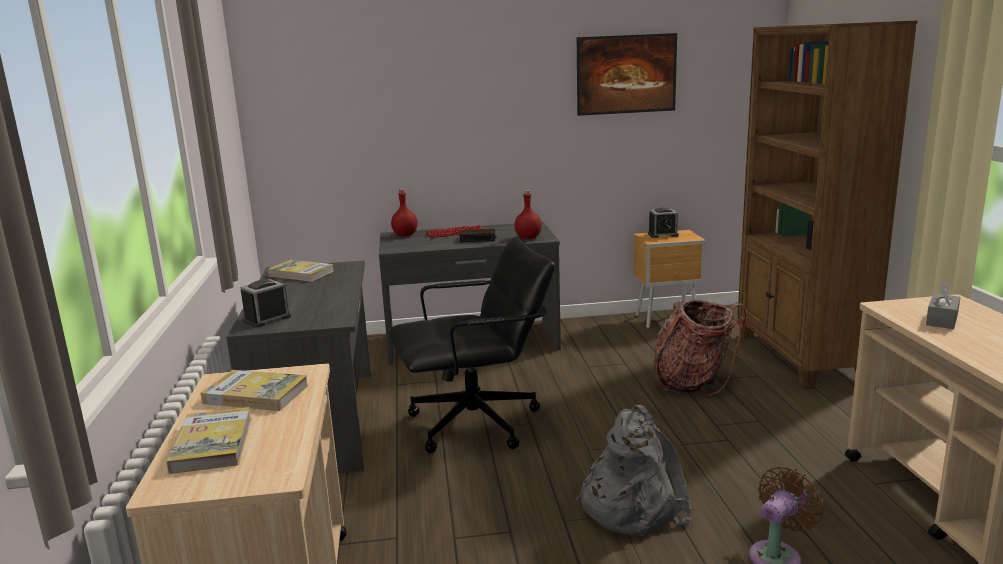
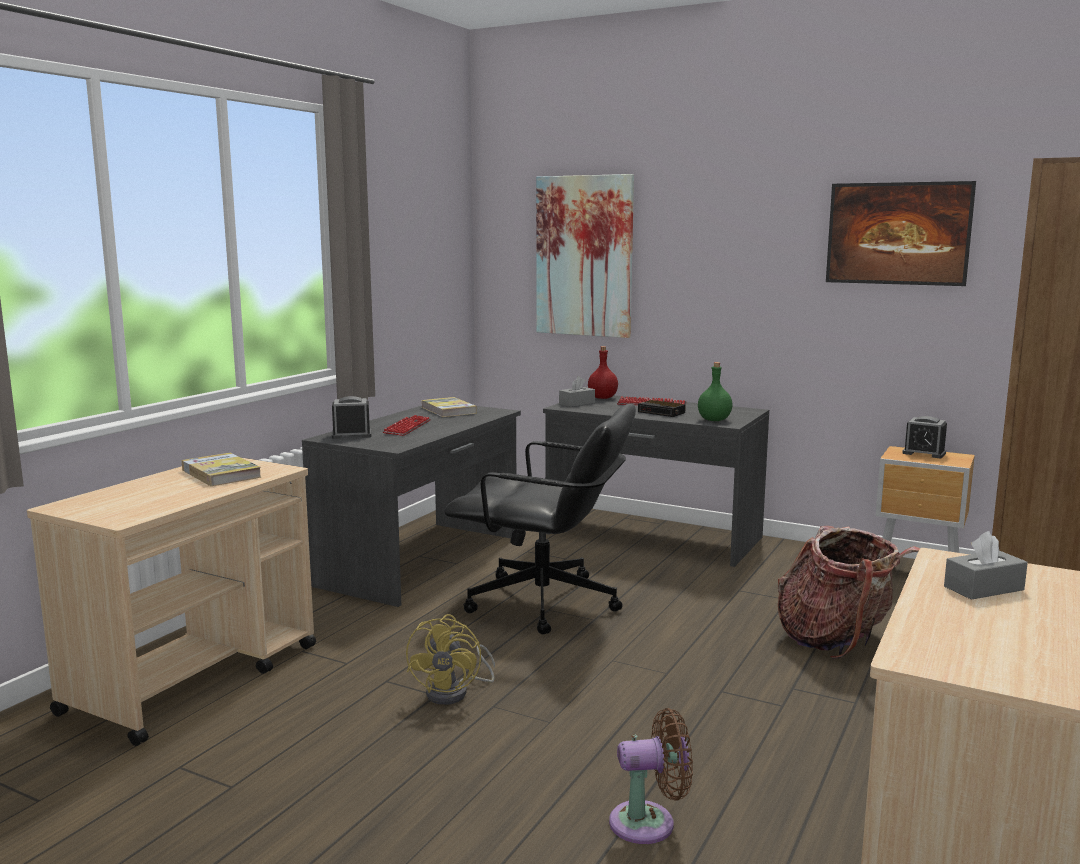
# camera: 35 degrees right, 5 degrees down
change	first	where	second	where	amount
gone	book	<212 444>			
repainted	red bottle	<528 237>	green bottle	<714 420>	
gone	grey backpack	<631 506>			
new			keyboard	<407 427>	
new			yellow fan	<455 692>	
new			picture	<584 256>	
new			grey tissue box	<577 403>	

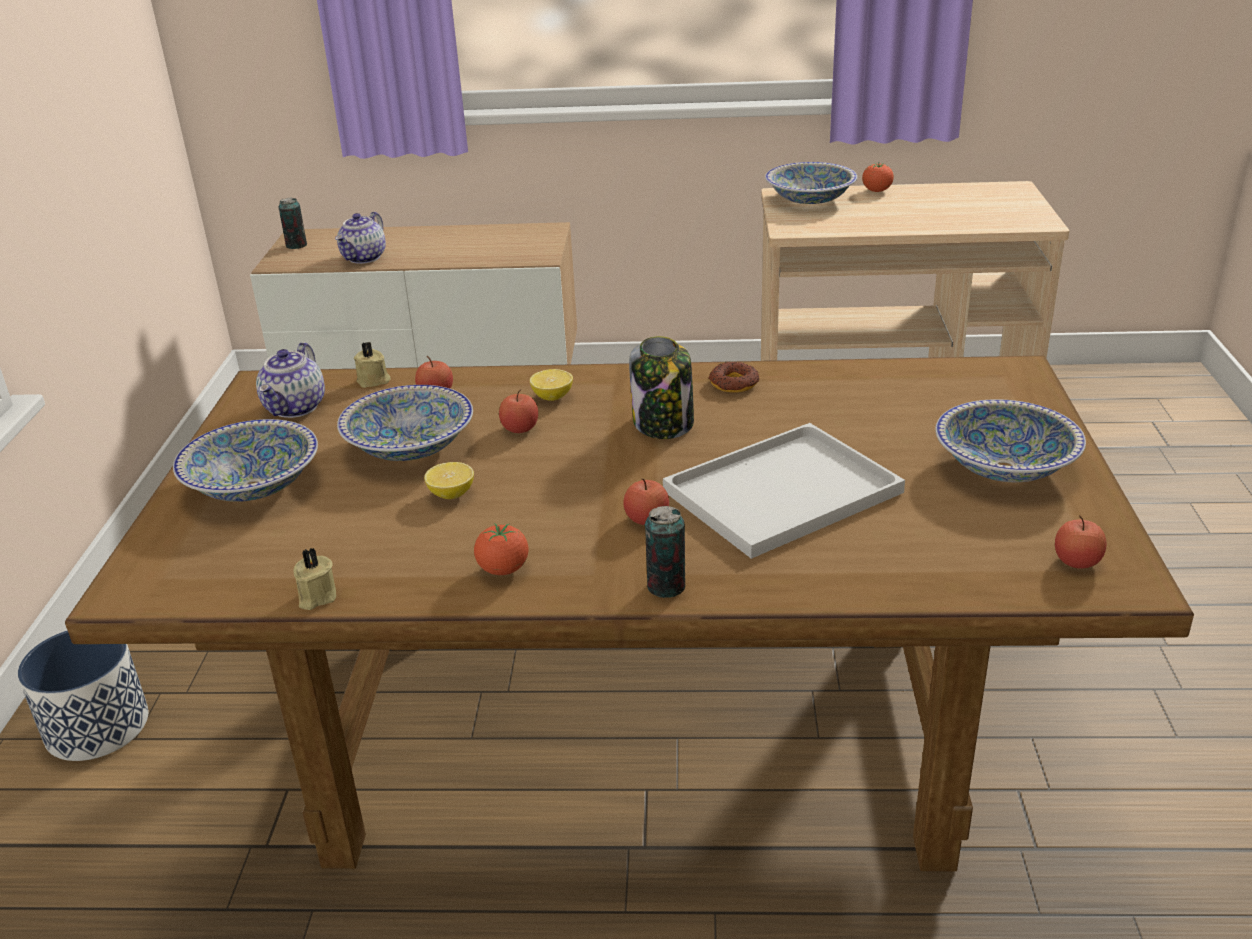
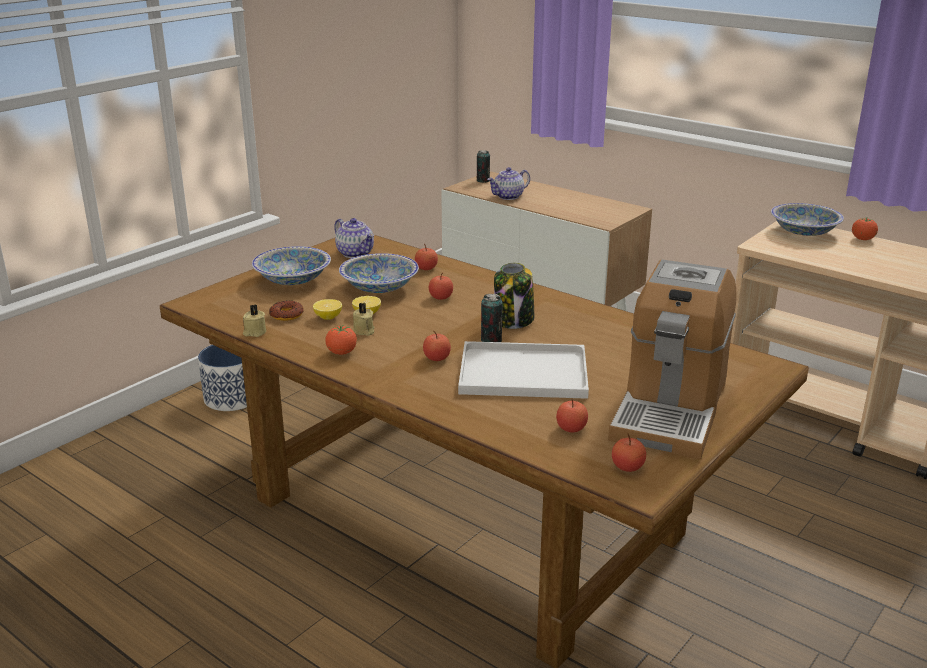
# camera: 35 degrees right, 5 degrees down
change	first	where	second	where	amount
rotated	teapot	<296 408>		<356 253>	90 degrees counterclockwise
shifted	beige candle	<374 381>		<364 331>	
shifted	lemon	<552 397>		<328 317>	
shifted	can	<666 587>		<491 340>	
shifted	donut	<733 383>		<286 315>	
swapped	bowl	<1005 466>	coffee machine	<670 409>	
new			apple	<571 428>	

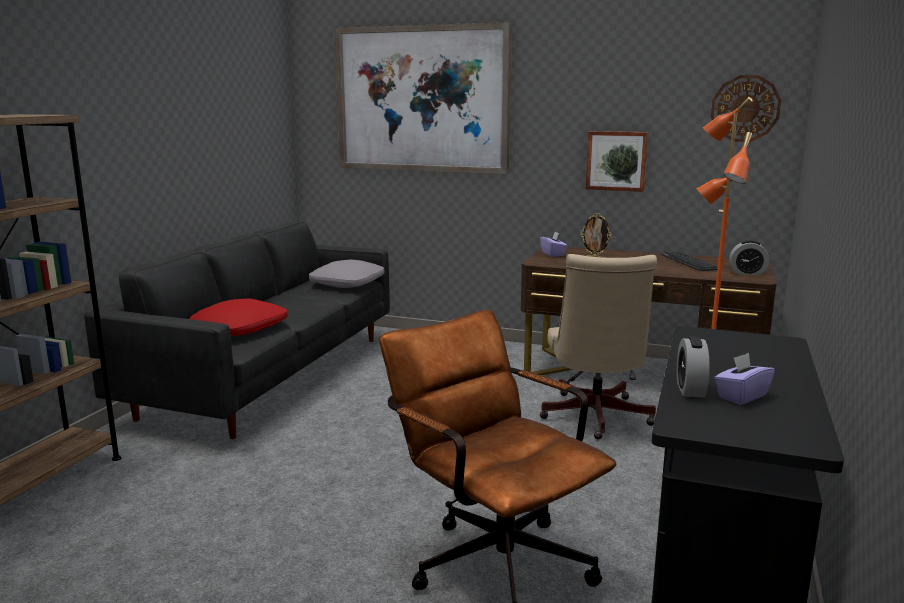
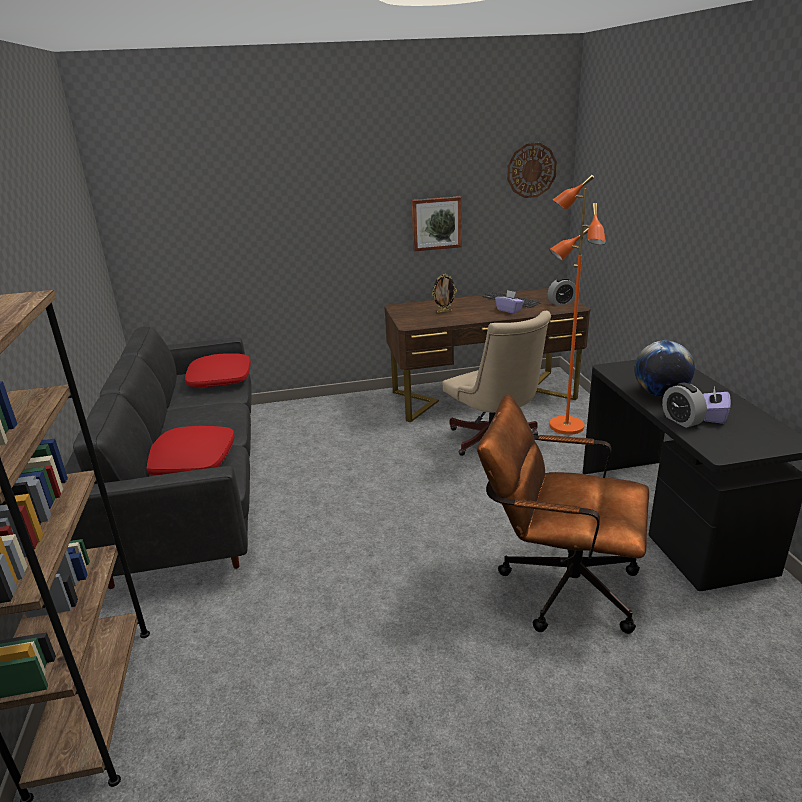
# camera: 30 degrees left, 10 degrees up
change	first	where	second	where	amount
repainted	grey pillow	<347 283>	red pillow	<219 379>	
gone	picture	<422 99>			
shifted	purple tissue box	<553 254>		<509 310>	
new			globe	<660 393>	

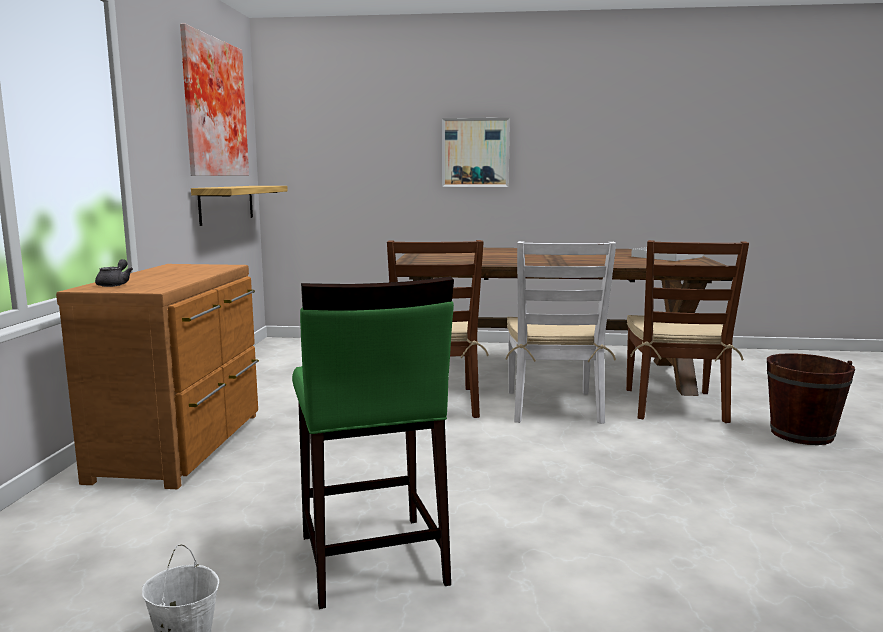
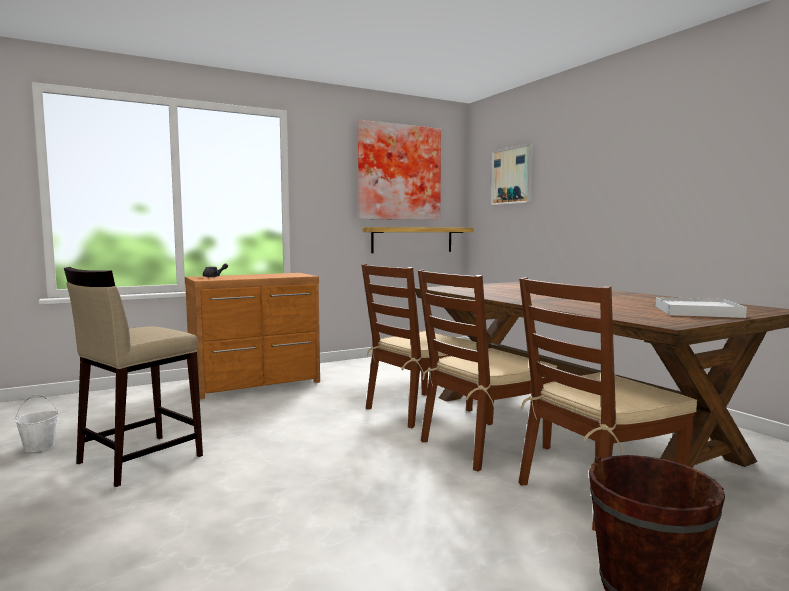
# camera: 55 degrees right, 5 degrees down
change	first	where	second	where	amount
repainted	green stool	<371 560>	beige stool	<138 459>	
shifted	picture	<475 152>		<512 176>	
repainted	white chair	<553 407>	brown chair	<483 445>	

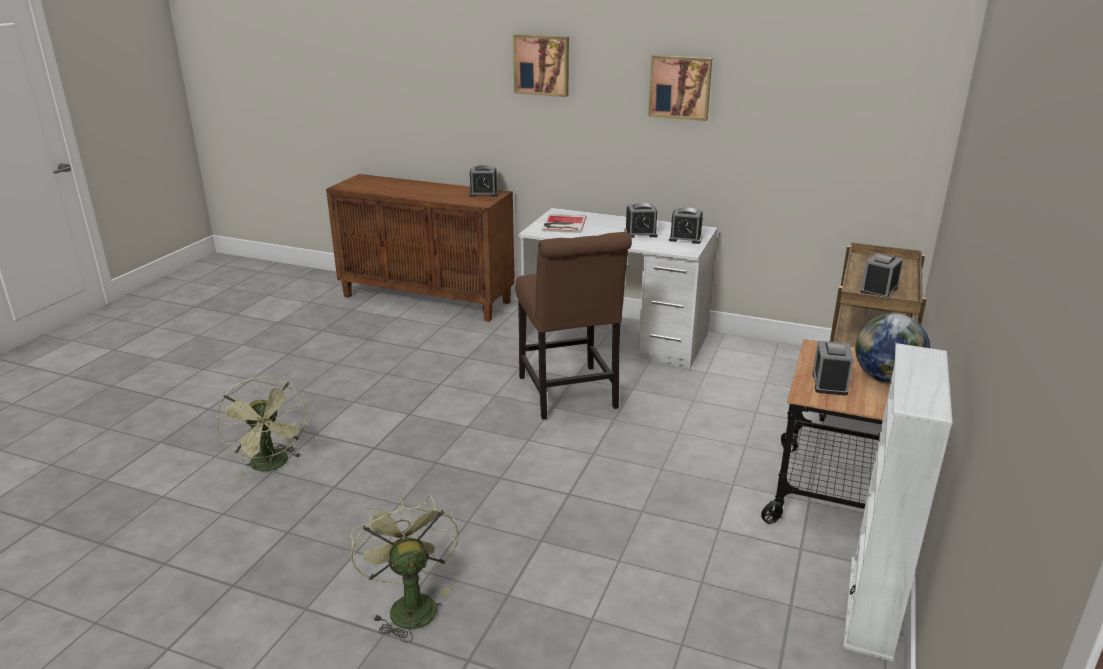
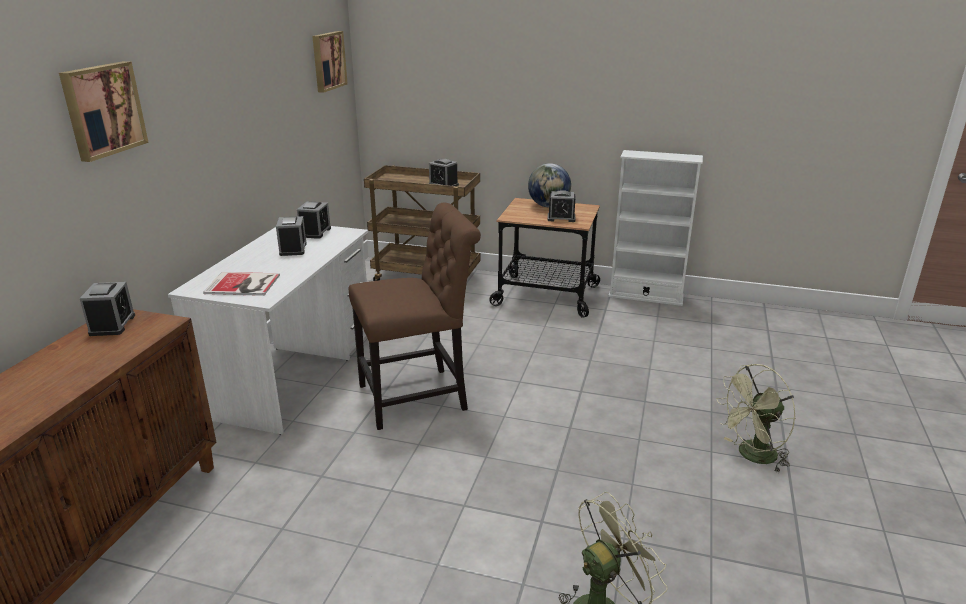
# camera: 95 degrees left, 0 degrees up
change	first	where	second	where	amount
shifted	picture	<680 87>		<327 61>	

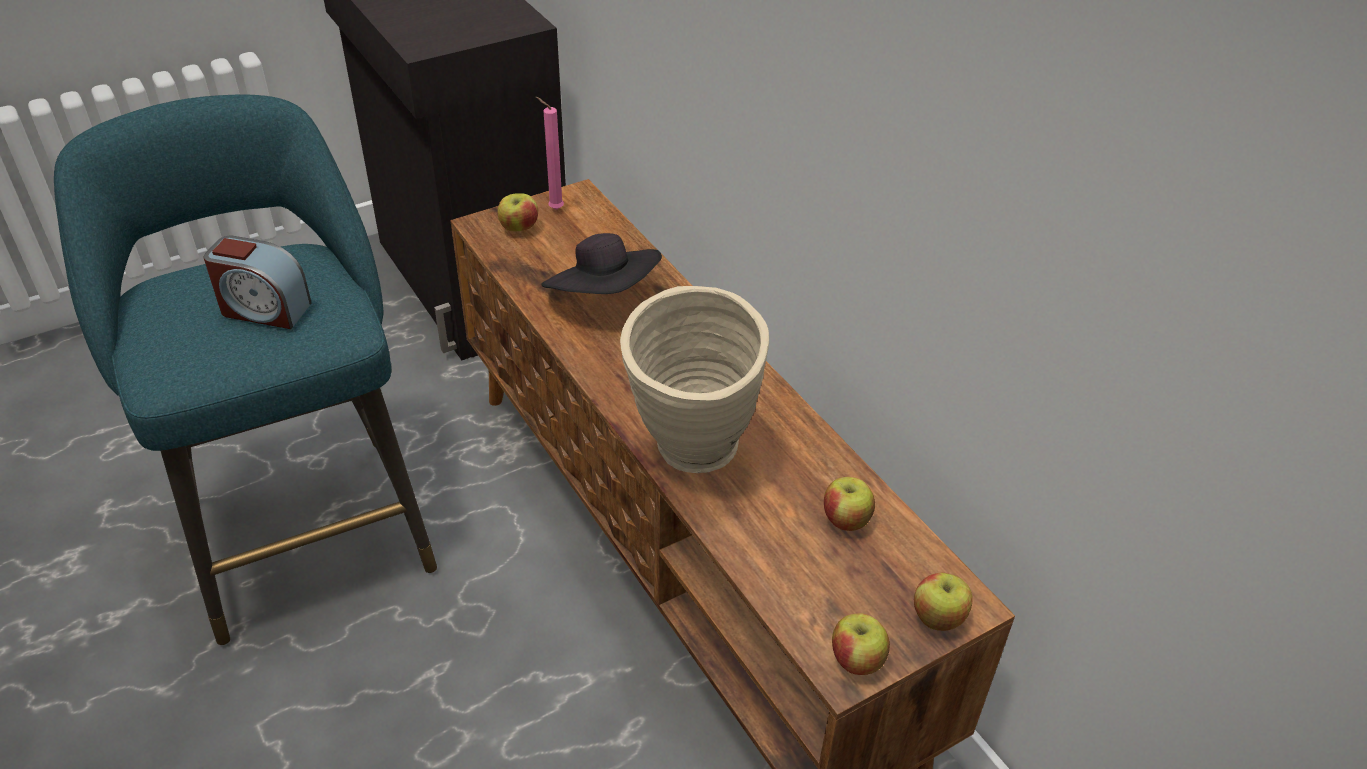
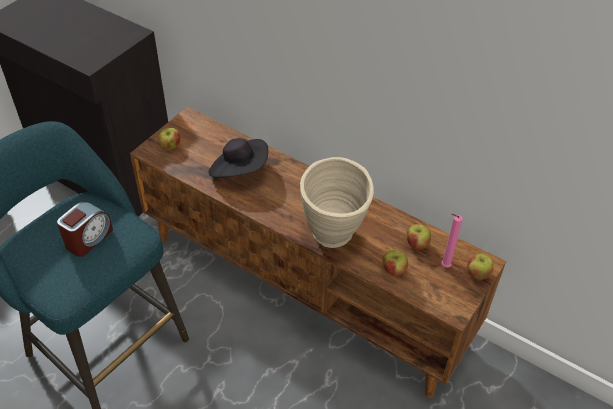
# camera: 25 degrees left, 5 degrees up
change	first	where	second	where	amount
rotated	alarm clock	<264 309>		<88 239>	45 degrees counterclockwise
shifted	pink candle	<553 209>		<444 266>	
shifted	apple	<856 661>		<393 270>	

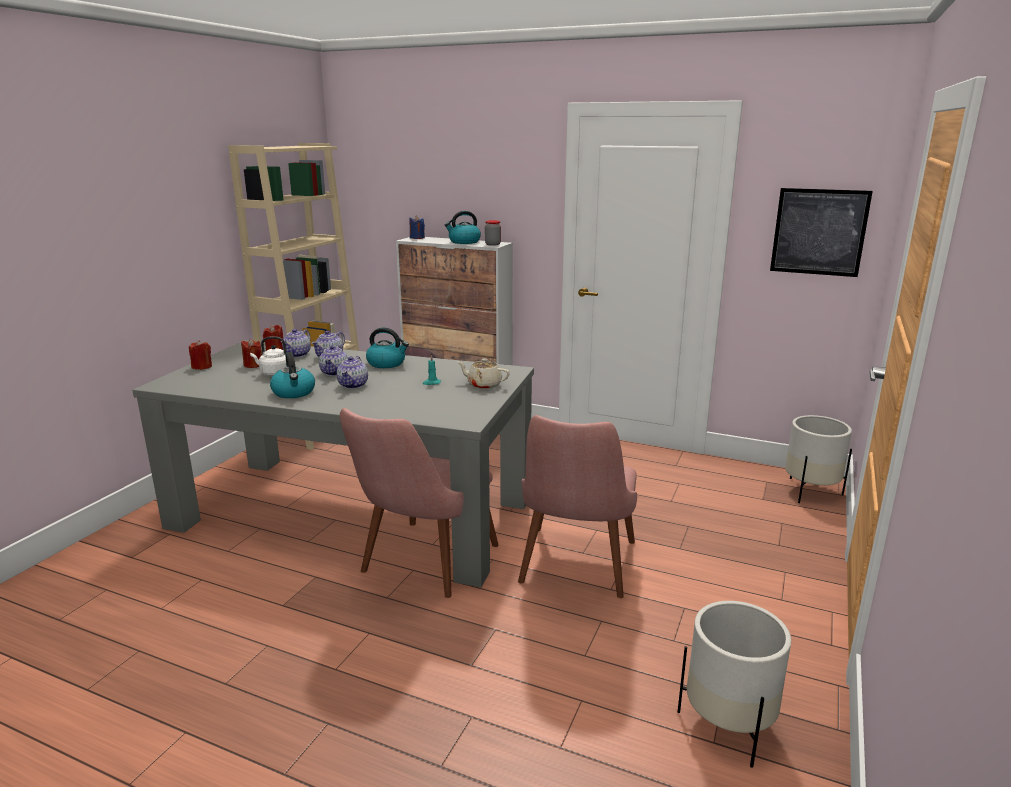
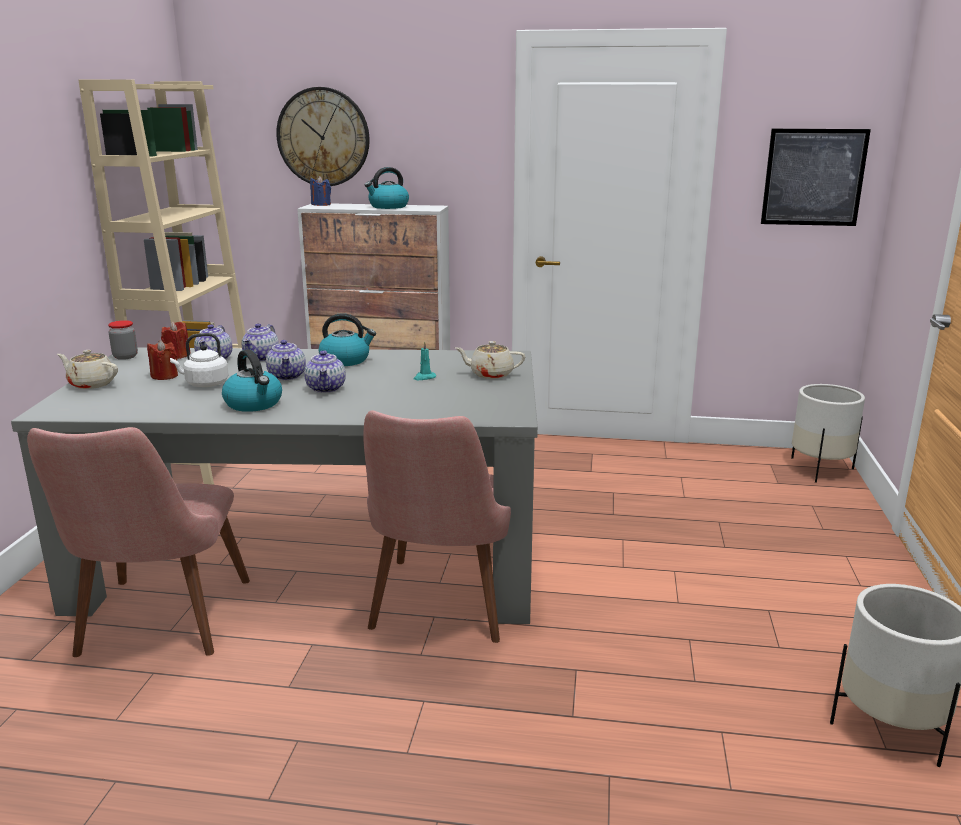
# camera: 15 degrees left, 0 degrees up
change	first	where	second	where	amount
swapped	red candle	<202 367>	beige teapot	<91 384>	
shifted	jar	<492 244>		<125 357>	
shifted	pink chair	<575 571>		<158 629>	
new			wall clock	<323 137>	

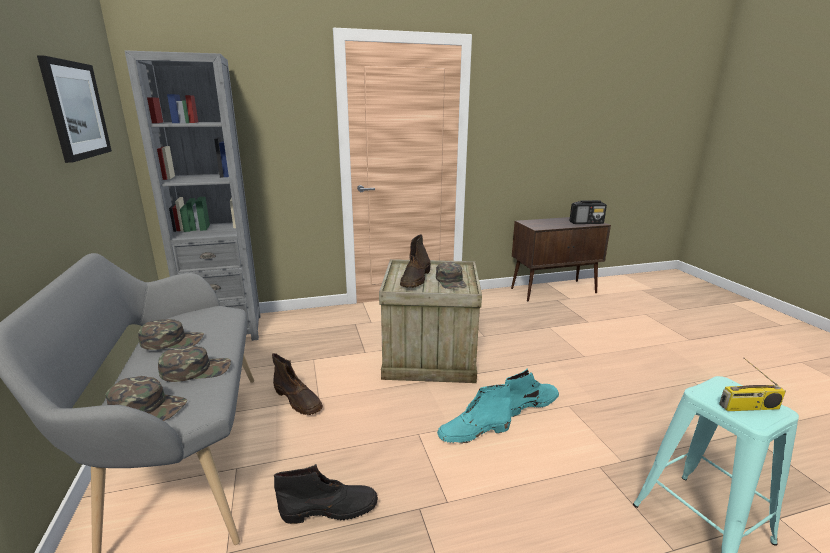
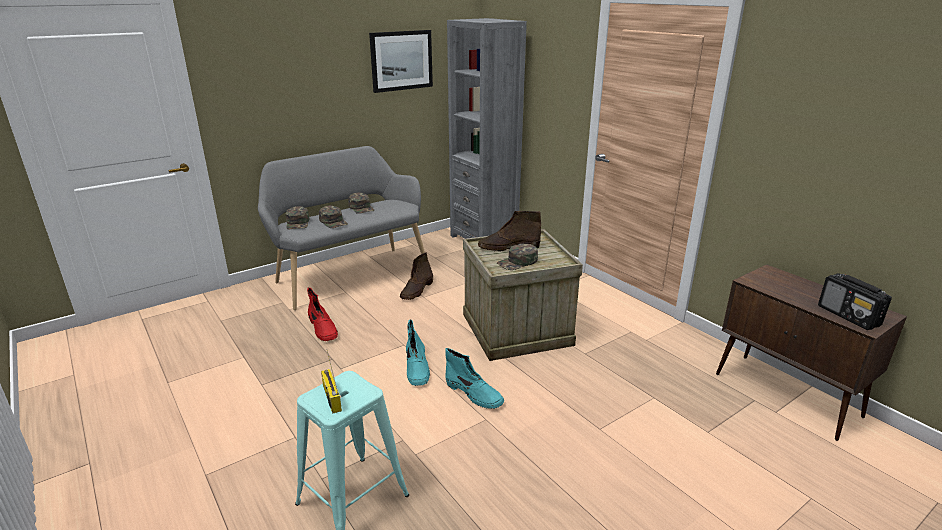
# camera: 70 degrees right, 5 degrees up
change	first	where	second	where	amount
repainted	black boot	<330 509>	red boot	<323 329>	
rotated	turquoise boot	<473 432>		<417 369>	150 degrees counterclockwise

